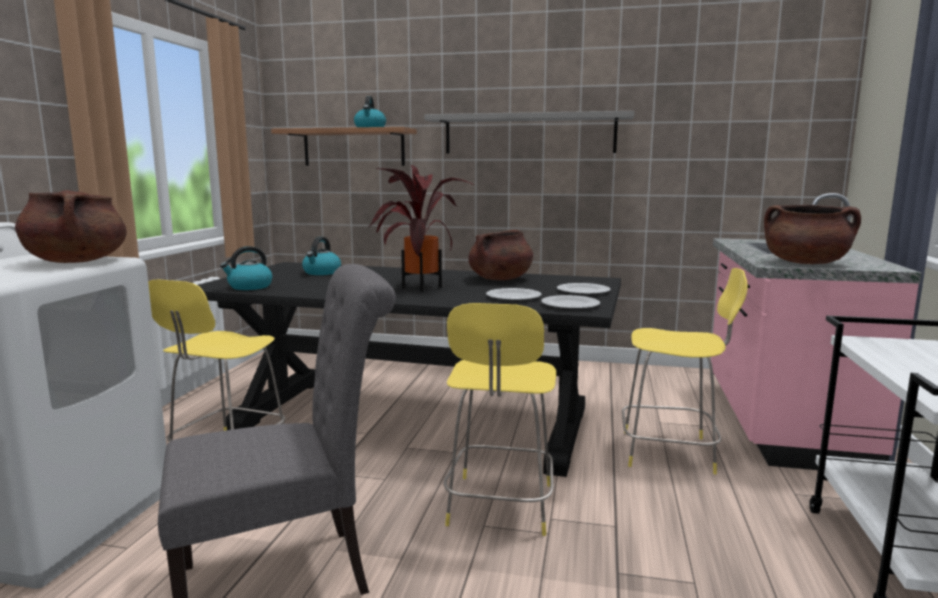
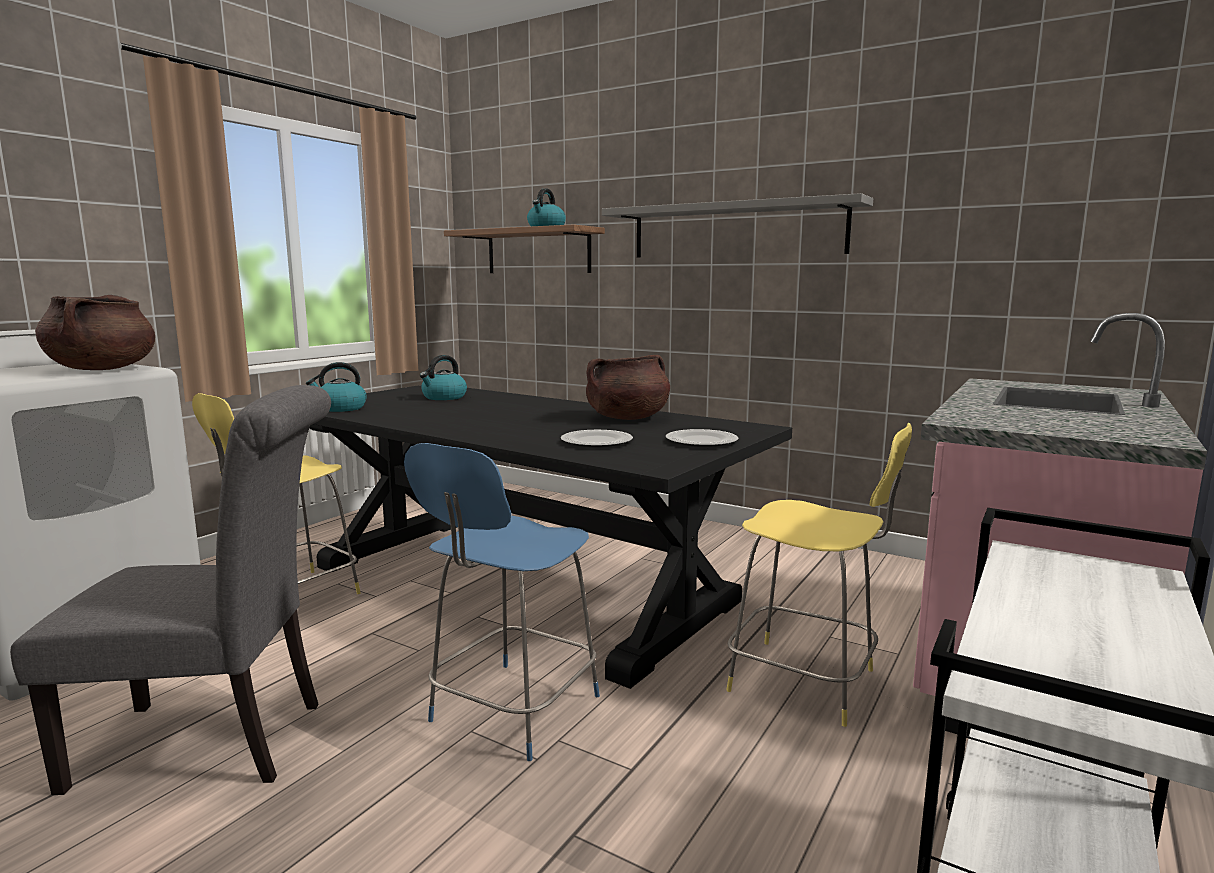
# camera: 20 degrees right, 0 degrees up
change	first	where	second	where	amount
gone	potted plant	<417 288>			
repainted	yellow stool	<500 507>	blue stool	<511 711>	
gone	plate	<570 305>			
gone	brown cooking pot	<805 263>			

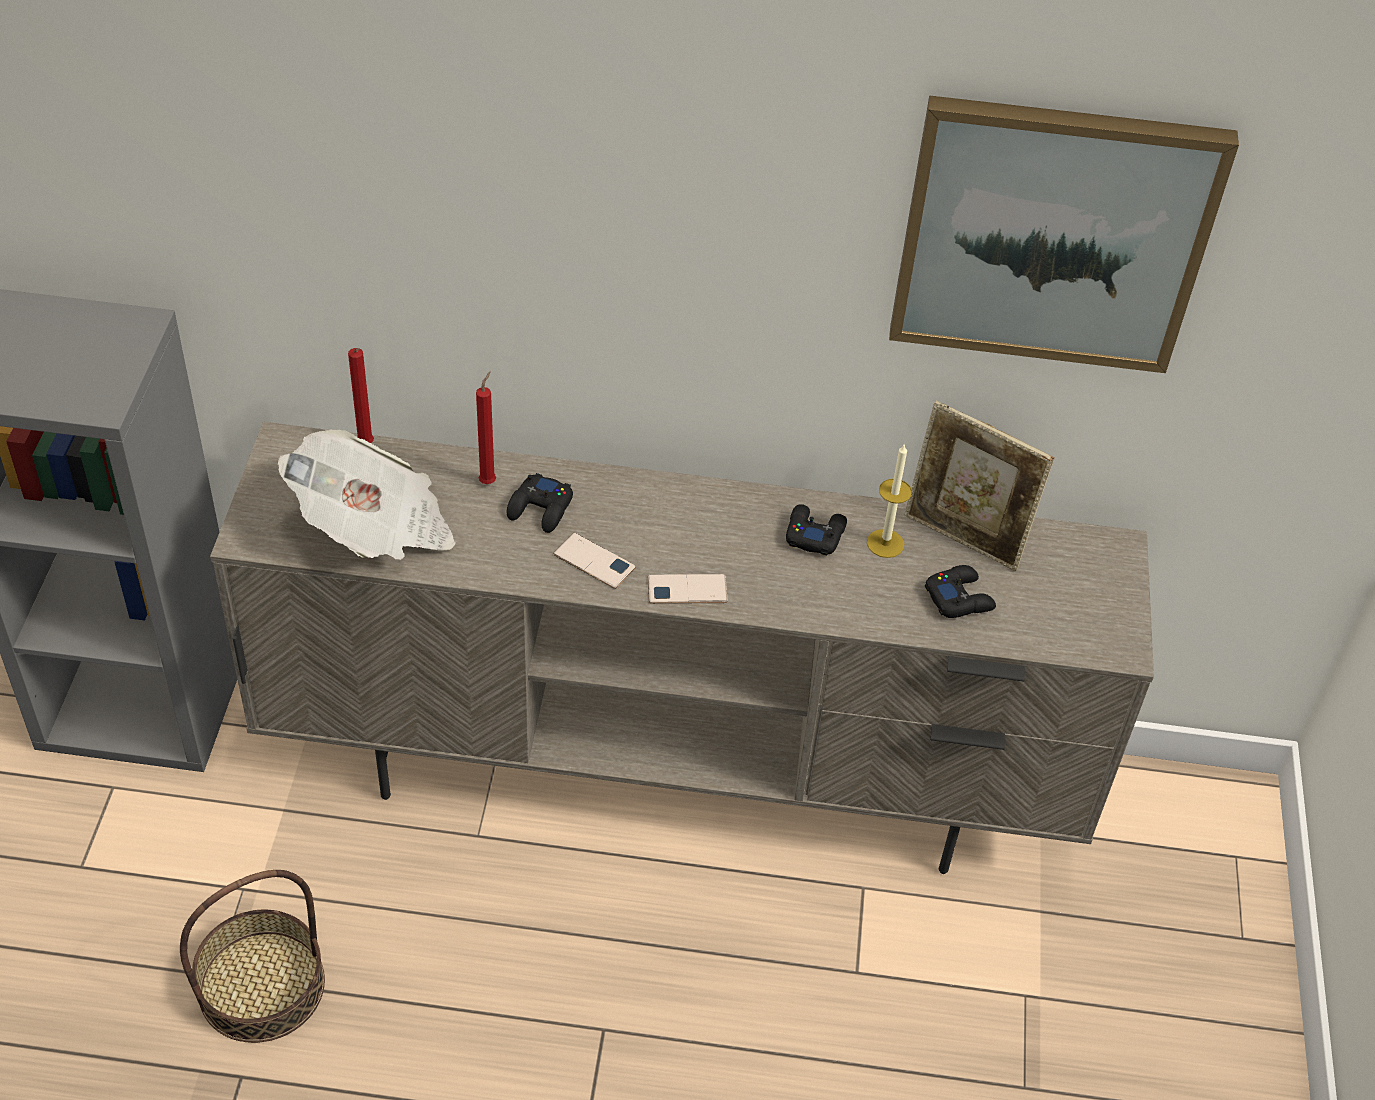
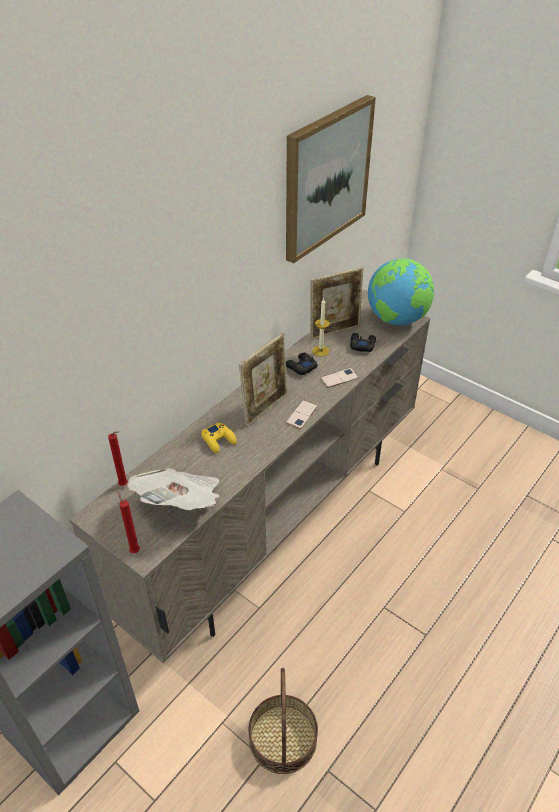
# camera: 55 degrees left, 5 degrees down
change	first	where	second	where	amount
shifted	red candle	<489 481>		<134 550>	
repainted	black game controller	<541 509>	yellow game controller	<219 440>	
shifted	phone	<594 561>		<339 378>	
new			picture frame	<265 408>	
new			globe	<397 319>	

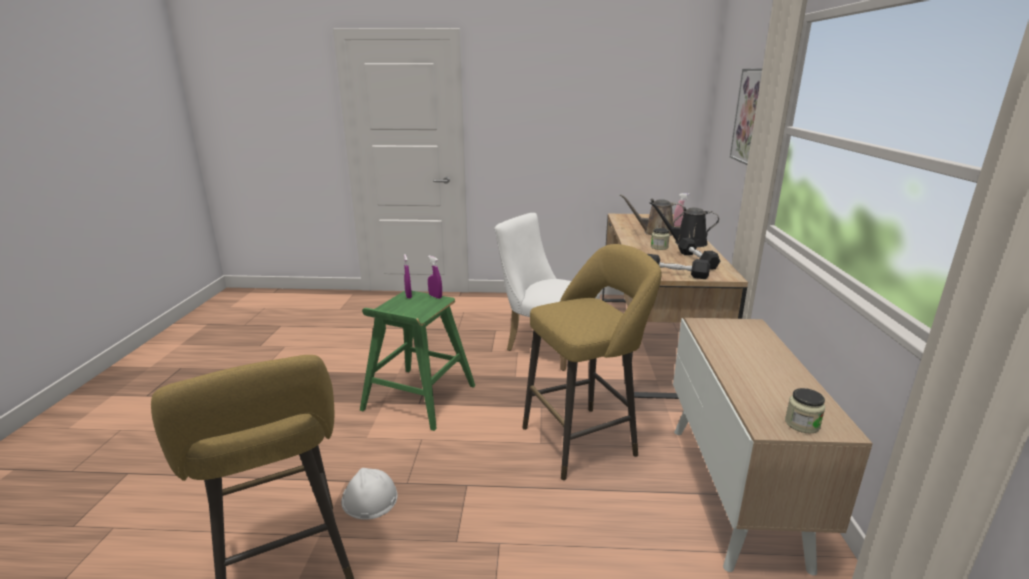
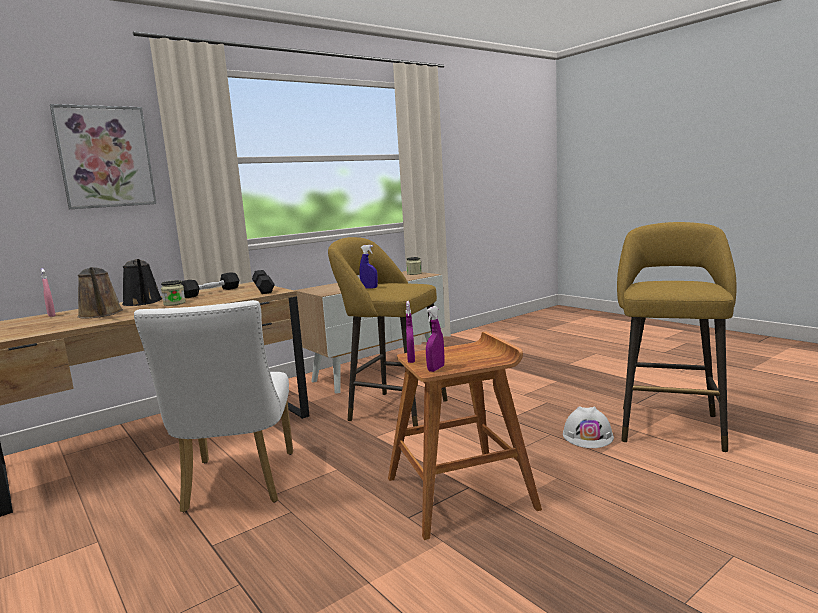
# camera: 130 degrees left, 10 degrees down
change	first	where	second	where	amount
repainted	green stool	<418 398>	brown stool	<461 493>	
new			blue spray bottle	<369 288>	

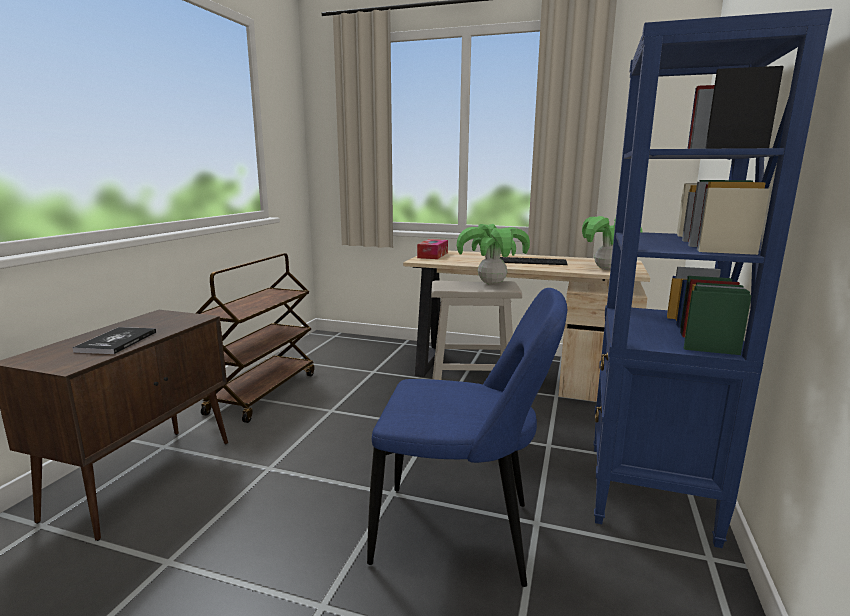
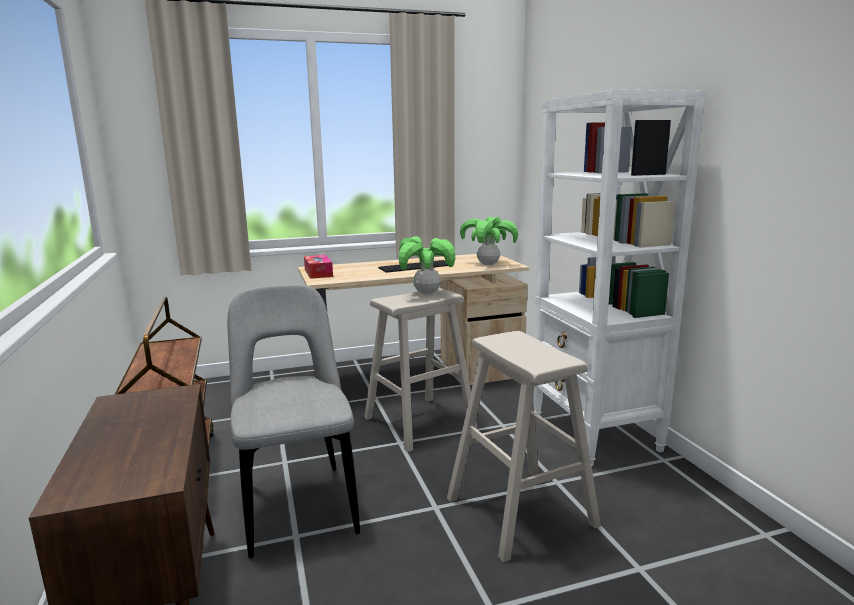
# camera: 35 degrees left, 0 degrees up
change	first	where	second	where	amount
gone	book	<117 342>			
swapped	blue chair	<461 534>	beige stool	<521 512>	
repainted	blue bookcase	<648 492>	white bookcase	<595 433>	
new			grey chair	<298 503>	

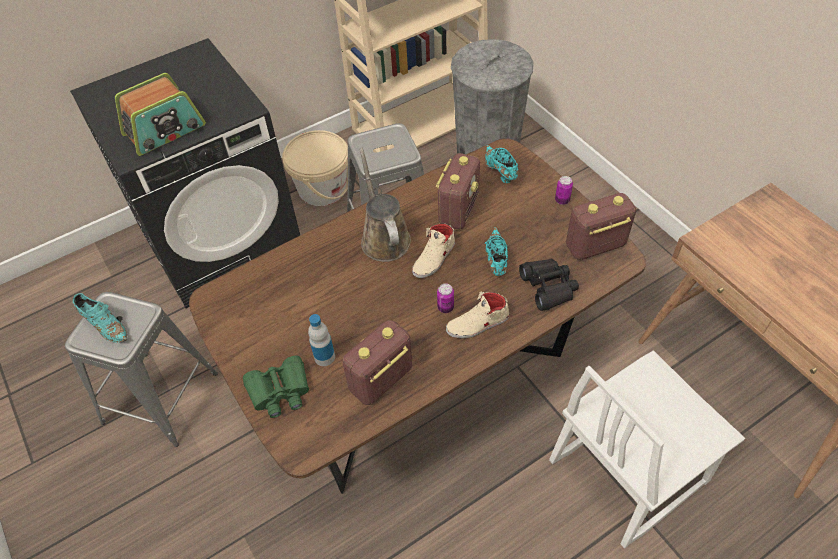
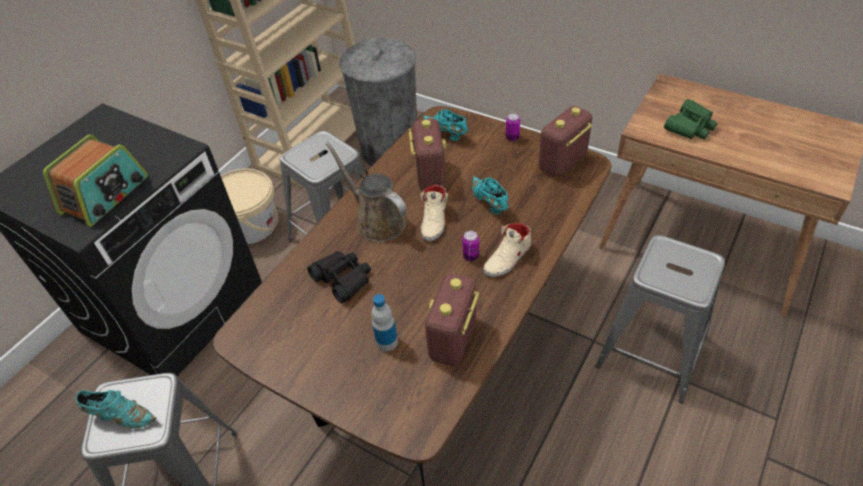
# camera: 25 degrees left, 5 degrees down
change	first	where	second	where	amount
shifted	green binoculars	<279 391>		<690 127>	
shifted	black binoculars	<548 287>		<343 279>	
swapped	white chair	<626 470>	grey stool	<651 352>	

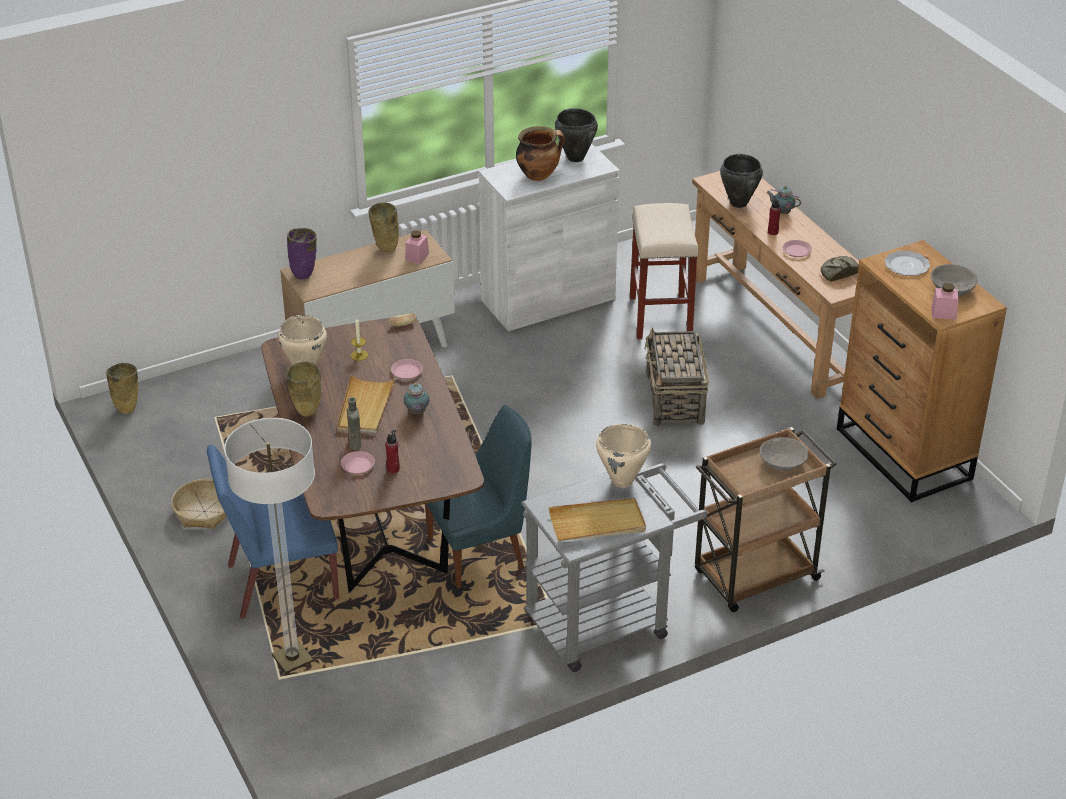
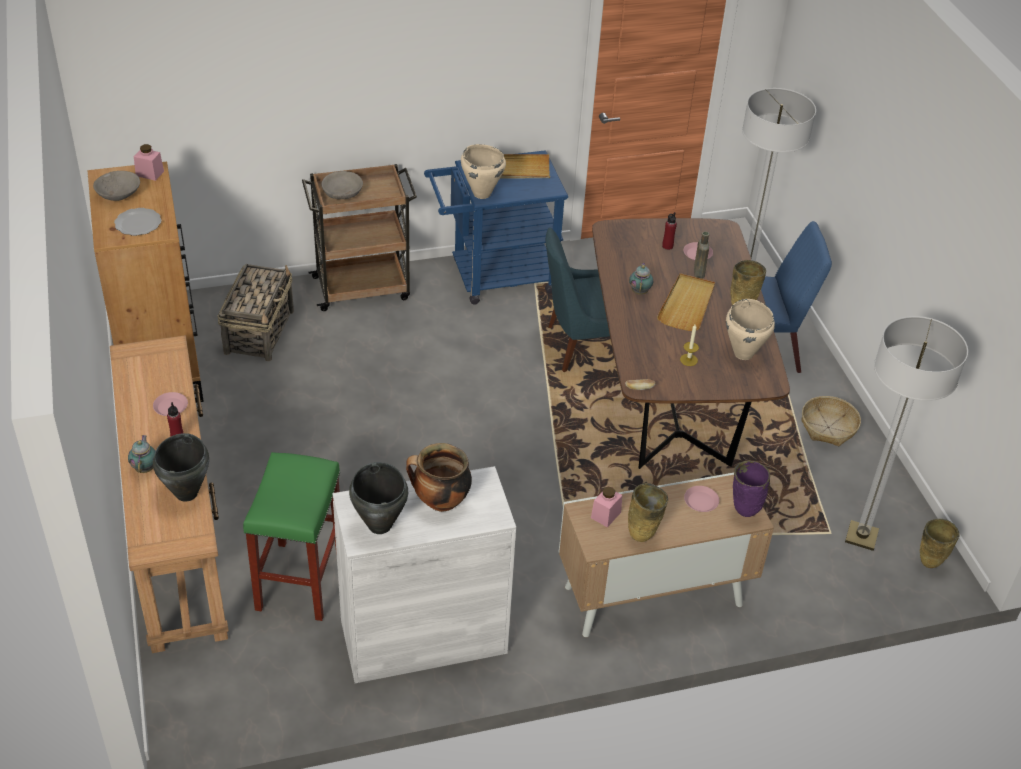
# camera: 170 degrees left, 5 degrees up
change	first	where	second	where	amount
shifted	pink plate	<406 372>		<701 501>	
repainted	grey cart	<608 620>	blue cart	<494 277>	
repainted	beige stool	<659 316>	green stool	<300 582>	
shifted	basket	<674 400>		<259 331>	
rotated	teapot	<781 212>		<145 468>	135 degrees counterclockwise
gone	bread	<838 272>			
new			floor lamp	<861 536>	

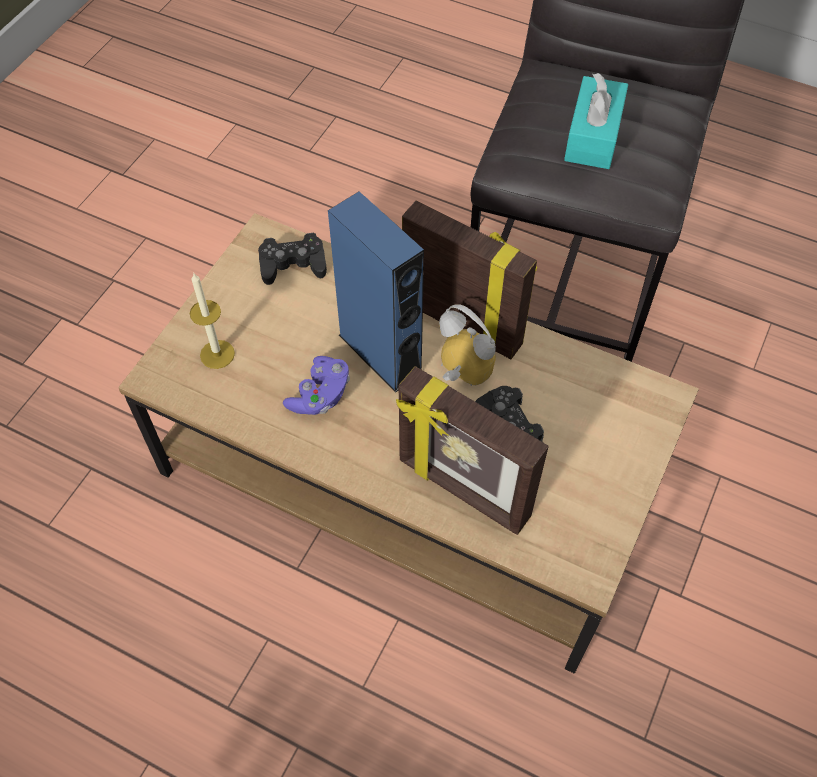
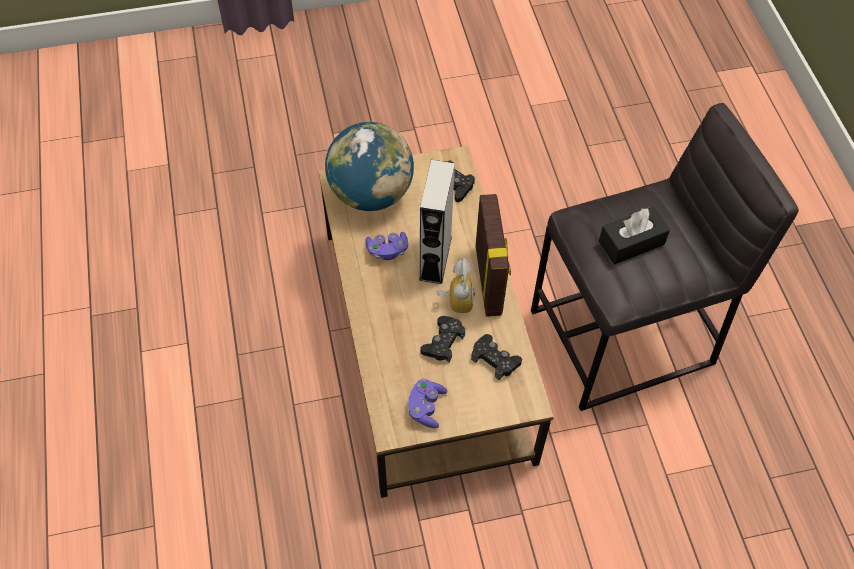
# camera: 50 degrees right, 0 degrees up
change	first	where	second	where	amount
swapped	candle	<217 354>	globe	<371 193>	
repainted	blue speaker	<380 353>	grey speaker	<435 258>	
gone	picture frame	<462 490>			
repainted	turquoise tissue box	<593 136>	black tissue box	<631 243>	
new			purple game controller	<426 407>	
new			black game controller	<495 359>	

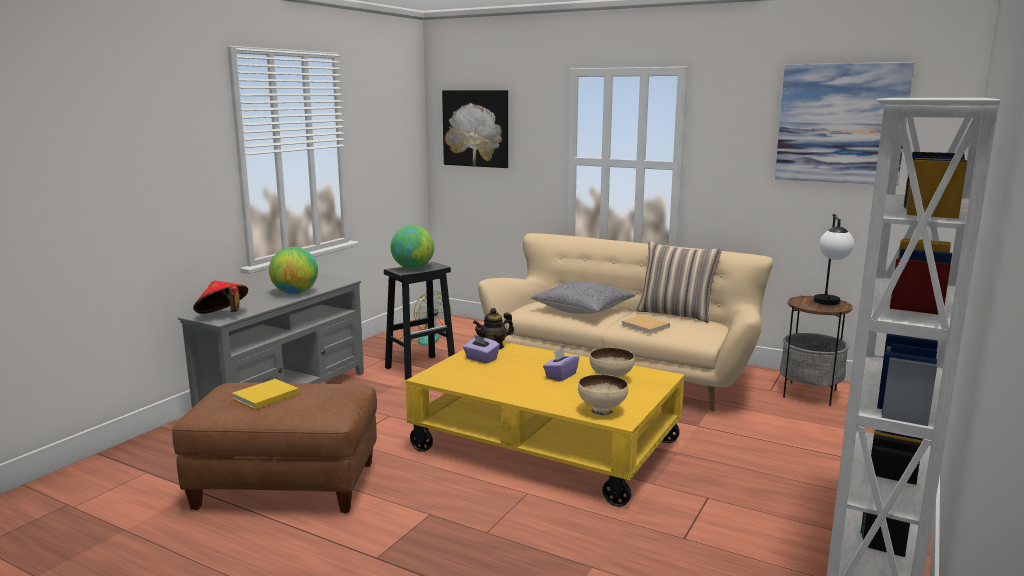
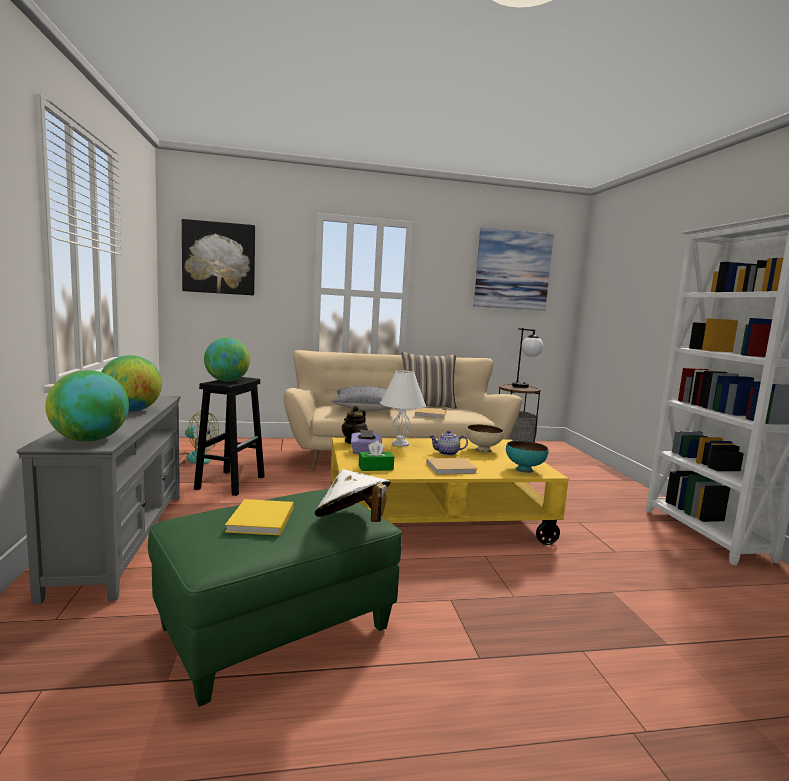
# camera: 40 degrees left, 5 degrees down
change	first	where	second	where	amount
repainted	brown ottoman	<288 485>	green ottoman	<277 627>	
swapped	red hat	<223 315>	globe	<89 440>	
swapped	purple tissue box	<560 376>	teapot	<447 453>	
repainted	beige bowl	<601 411>	turquoise bowl	<524 470>	
new			white hat	<352 522>	
new			green tissue box	<375 468>	
new			white table lamp	<400 444>	
new			beige book	<452 468>	

